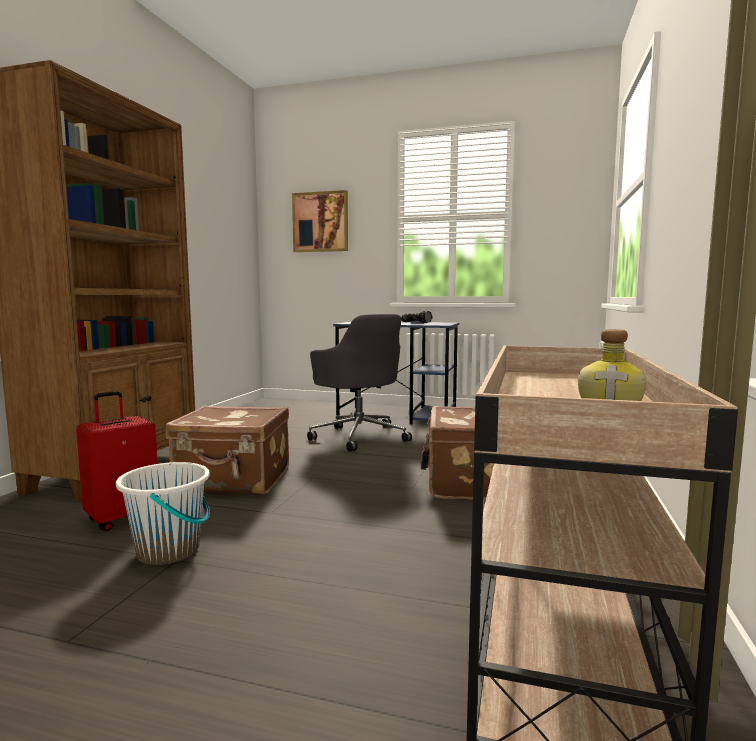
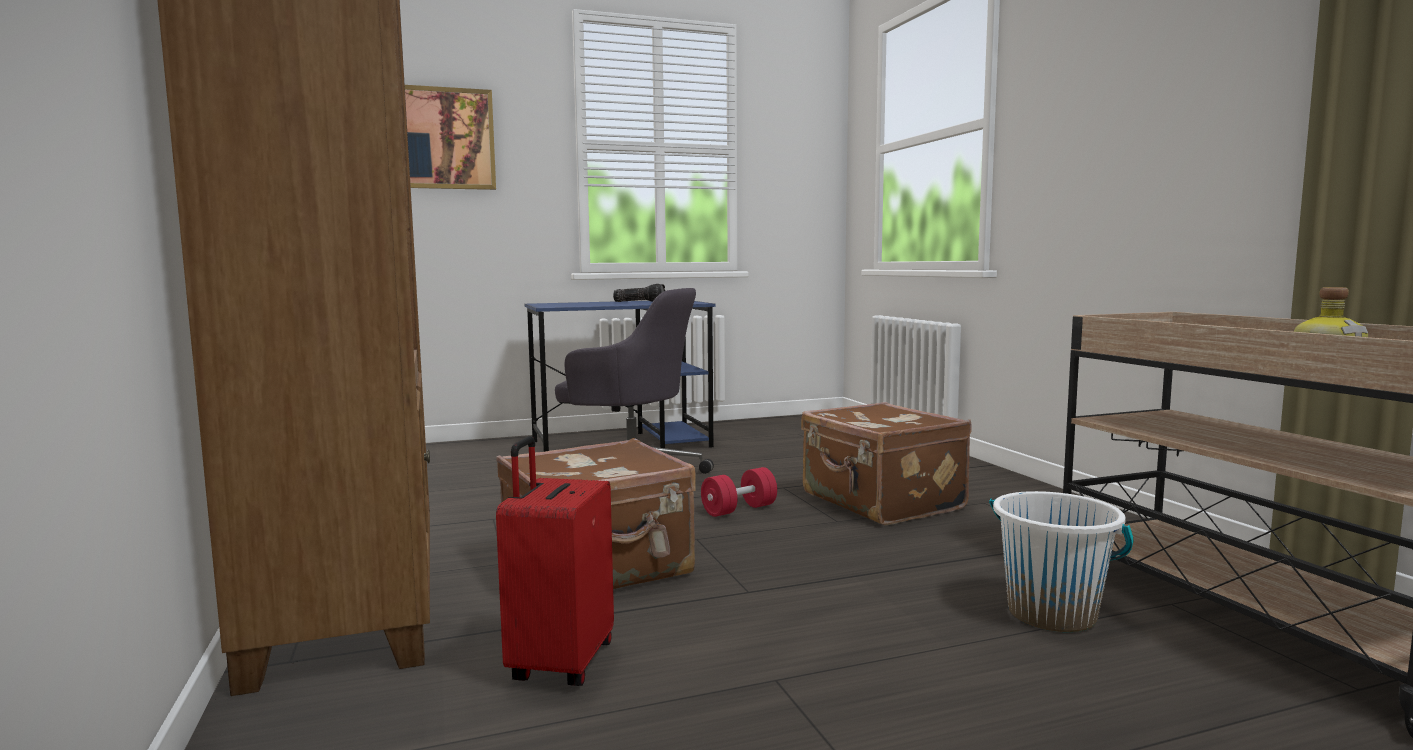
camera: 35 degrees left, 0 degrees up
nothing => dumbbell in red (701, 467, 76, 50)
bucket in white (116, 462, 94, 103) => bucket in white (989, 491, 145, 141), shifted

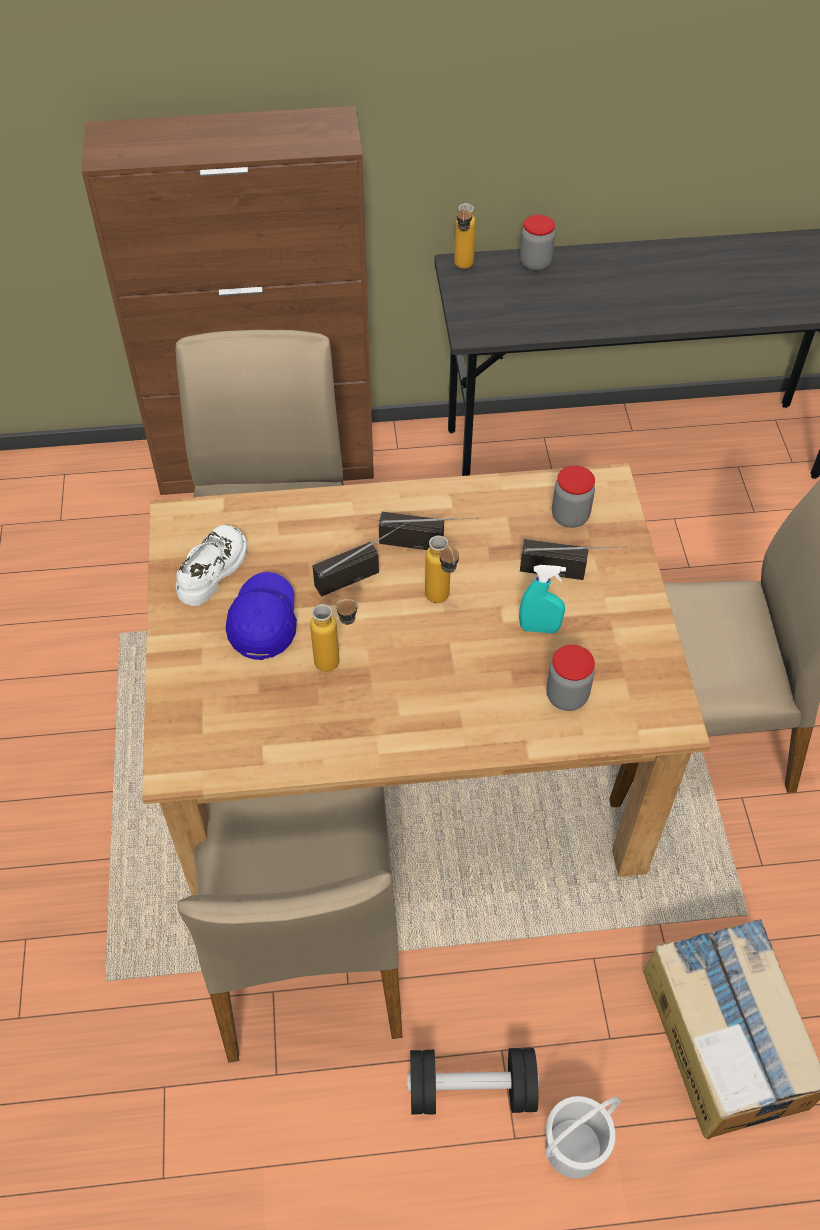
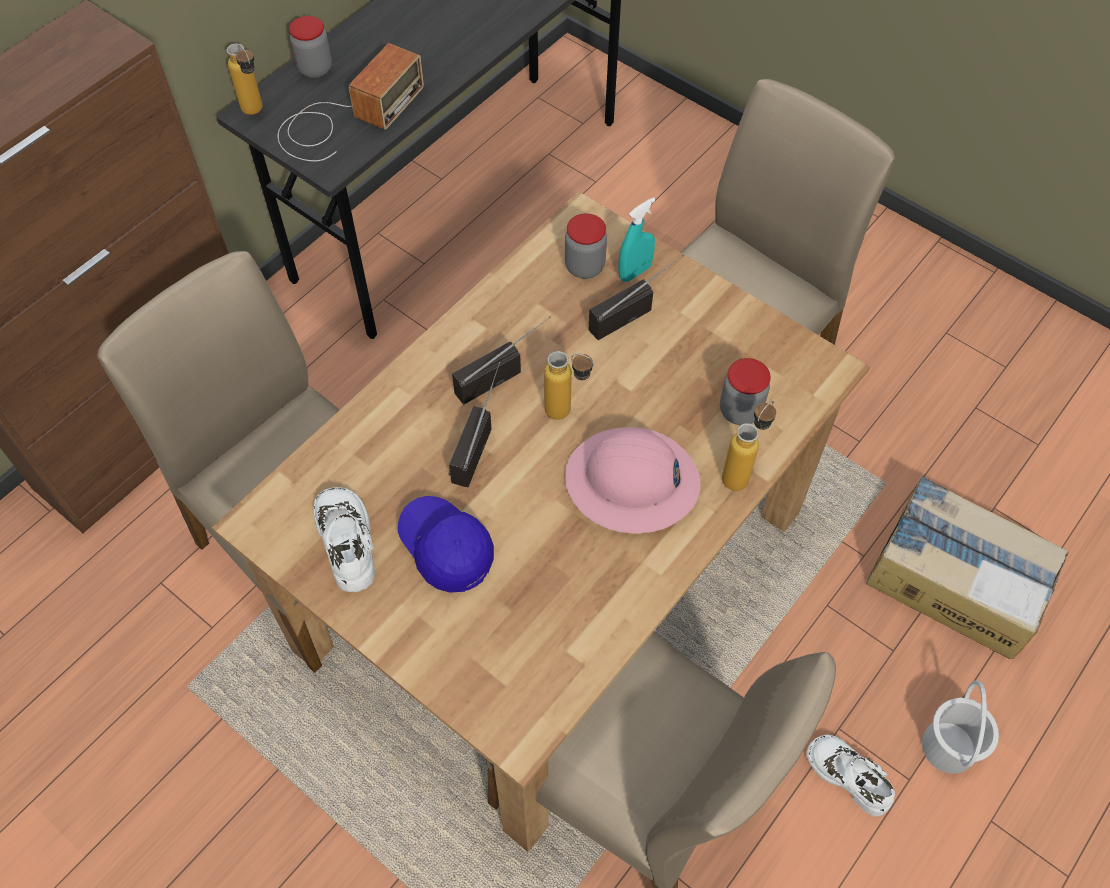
camera: 45 degrees left, 5 degrees up
nothing => radio (278, 43, 146, 118)
nothing => hard hat in pink (565, 427, 136, 107)
spray bottle in turquoise (519, 565, 47, 68) => spray bottle in turquoise (619, 197, 36, 85), shifted
bottle (310, 599, 48, 73) => bottle (722, 401, 54, 90), shifted
dumbbell in black (407, 1048, 132, 66) => shoe in white (807, 735, 88, 82)

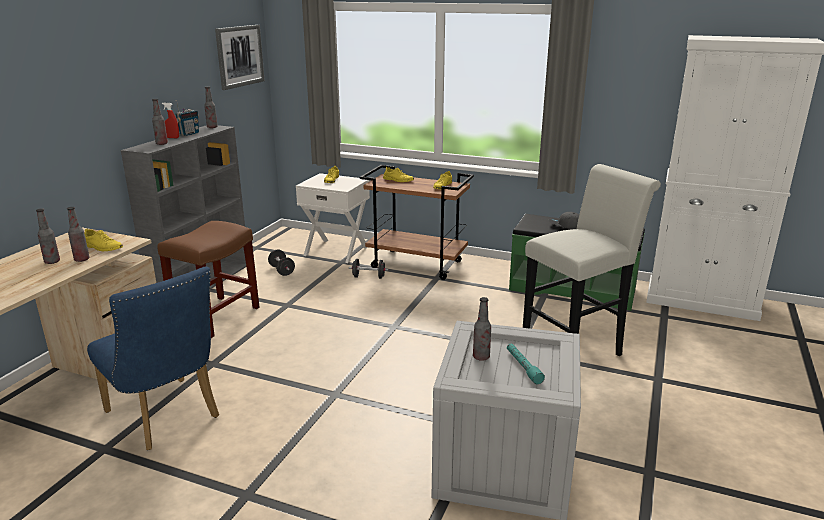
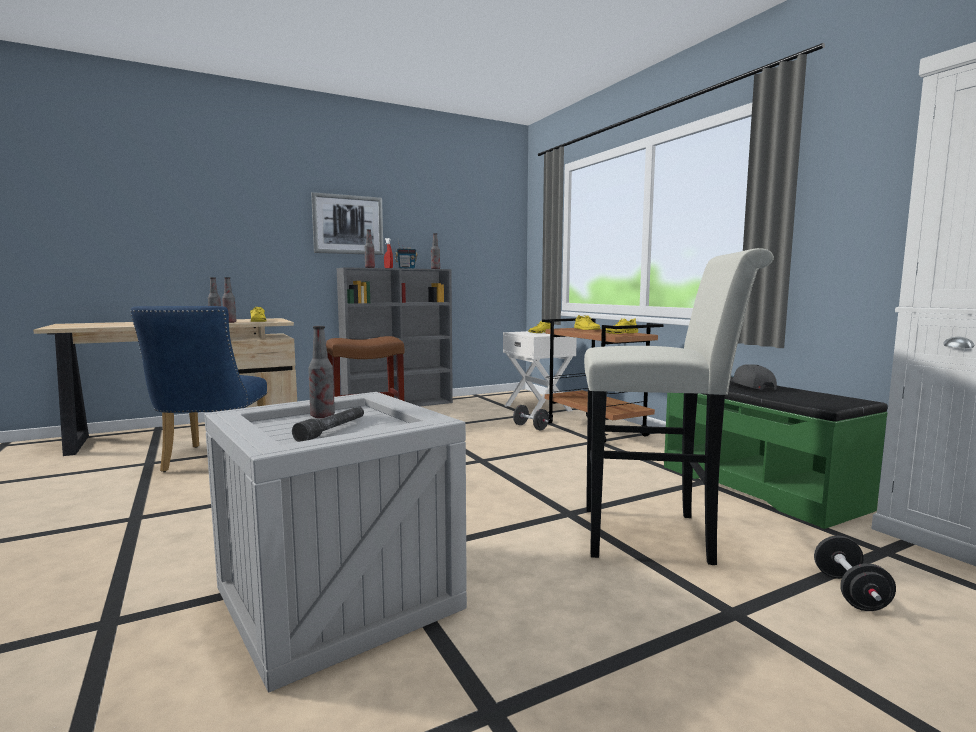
camera: 40 degrees right, 15 degrees down
flashlight in turquoise (507, 344, 38, 40) => flashlight in grey (292, 406, 72, 36)
picture (215, 25, 50, 65) => picture (311, 192, 73, 63), shifted
dumbbell in black (268, 250, 27, 26) => dumbbell in black (814, 536, 82, 75), shifted

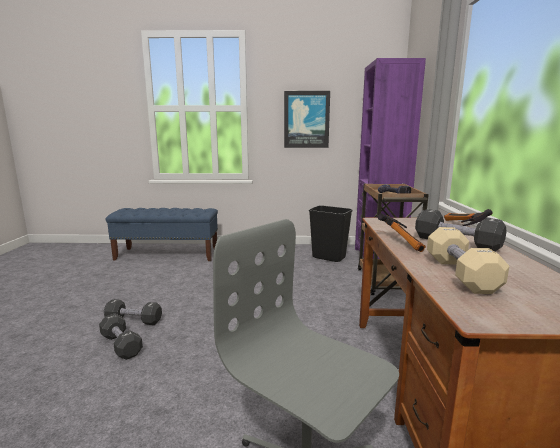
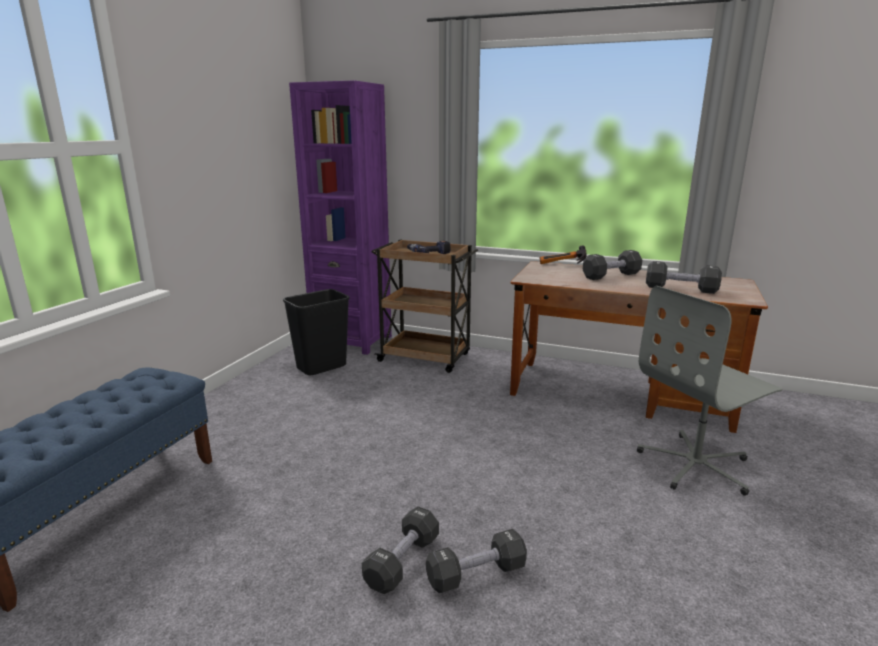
camera: 70 degrees left, 5 degrees up
dumbbell in beige (427, 227, 82, 67) => dumbbell in black (646, 261, 76, 33)
picture (284, 91, 46, 57) => nothing
hammer (378, 213, 48, 39) => nothing

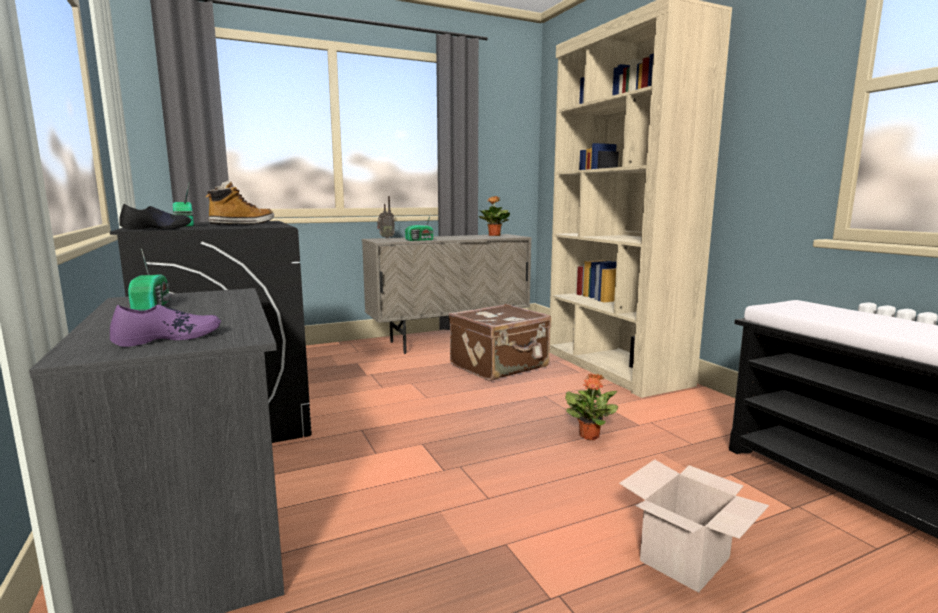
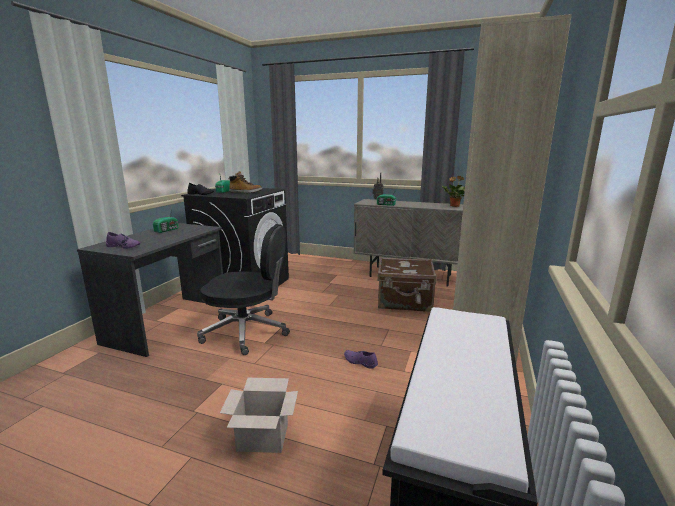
camera: 45 degrees right, 5 degrees up
nothing => office chair in black (197, 224, 93, 131)
potted plant (565, 373, 53, 67) => shoe in purple (344, 350, 34, 19)

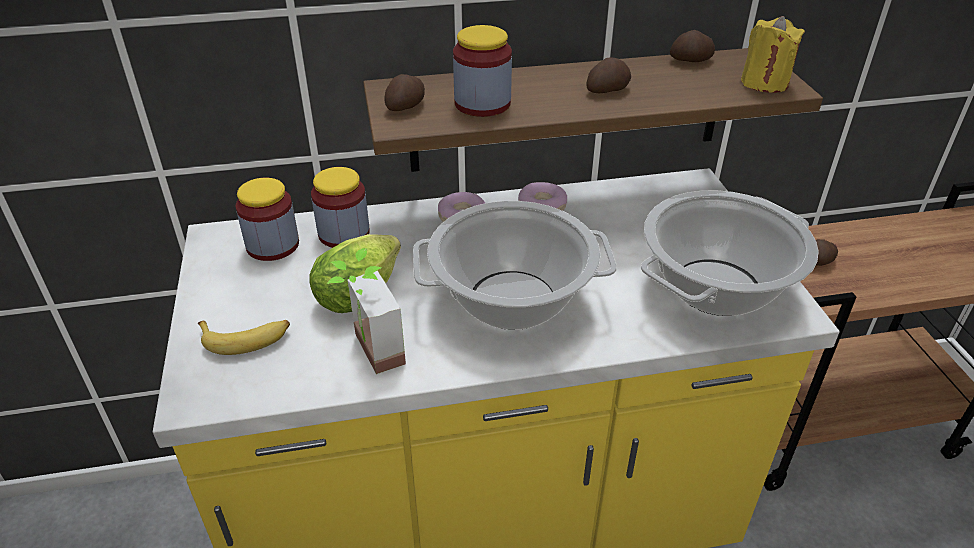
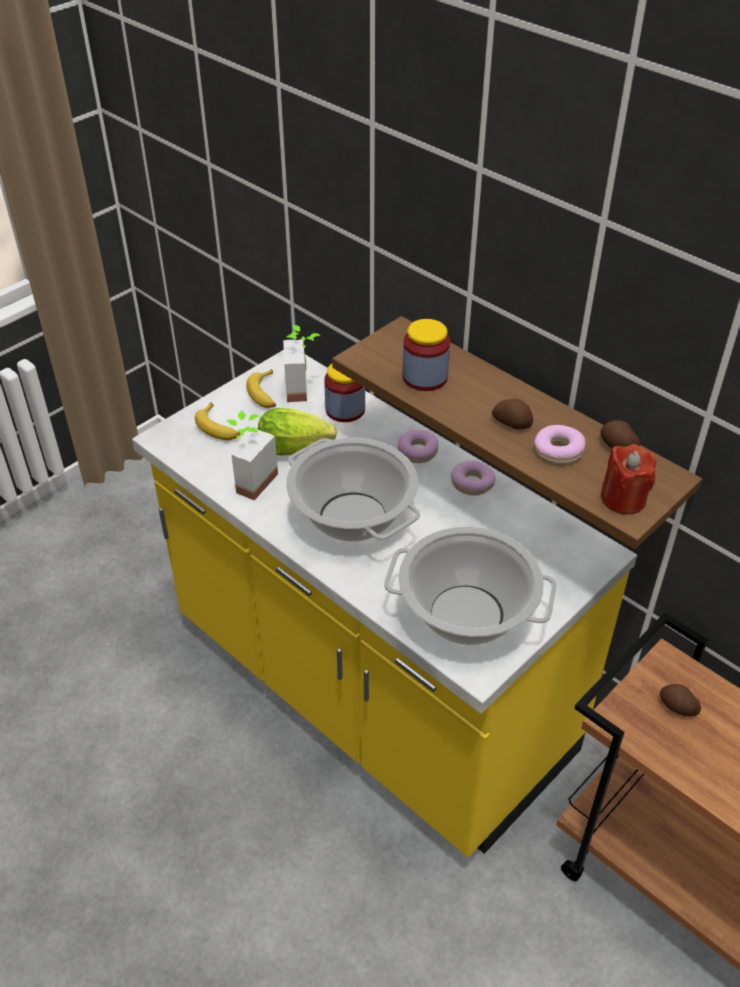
camera: 55 degrees right, 5 degrees up
nothing => banana (246, 369, 30, 39)
jar (236, 178, 63, 83) => potted plant (283, 325, 37, 77)
nothing => donut (534, 425, 52, 39)
candle in yellow (741, 16, 64, 77) => candle in red (601, 444, 55, 71)
potato (384, 74, 41, 37) => nothing

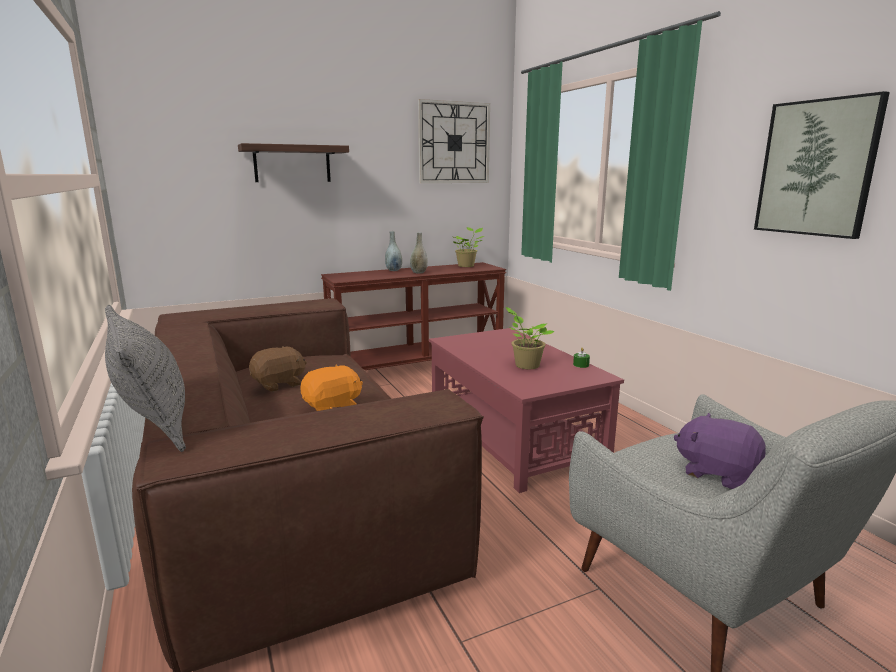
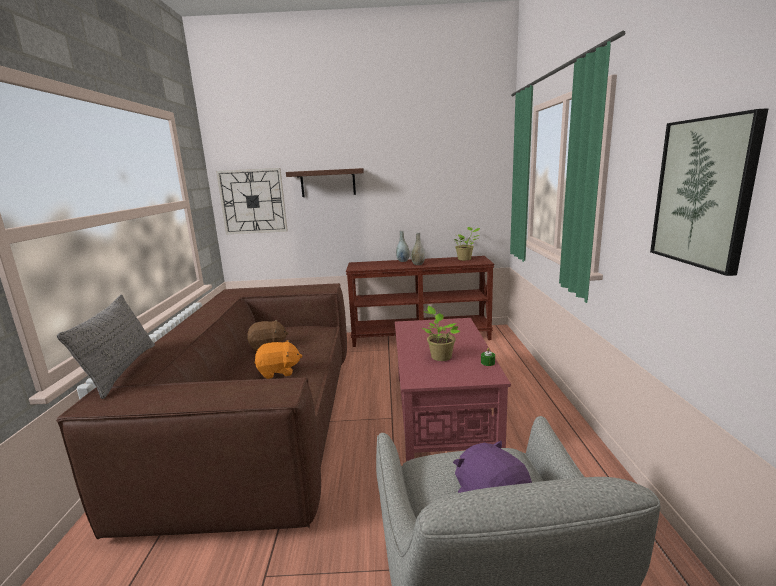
camera: 25 degrees right, 0 degrees up
wall clock (418, 99, 72, 84) => wall clock (216, 168, 72, 67), shifted

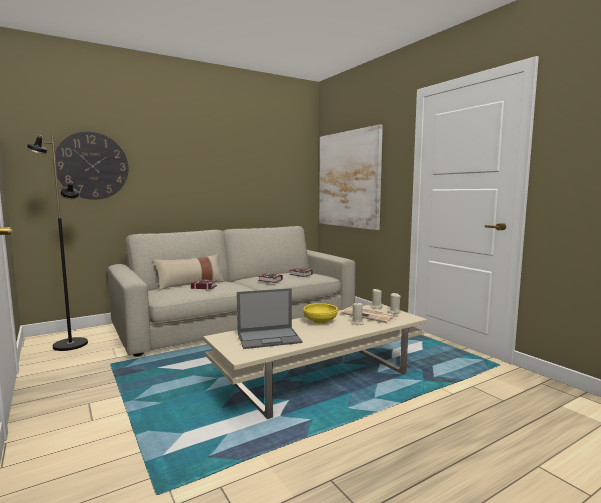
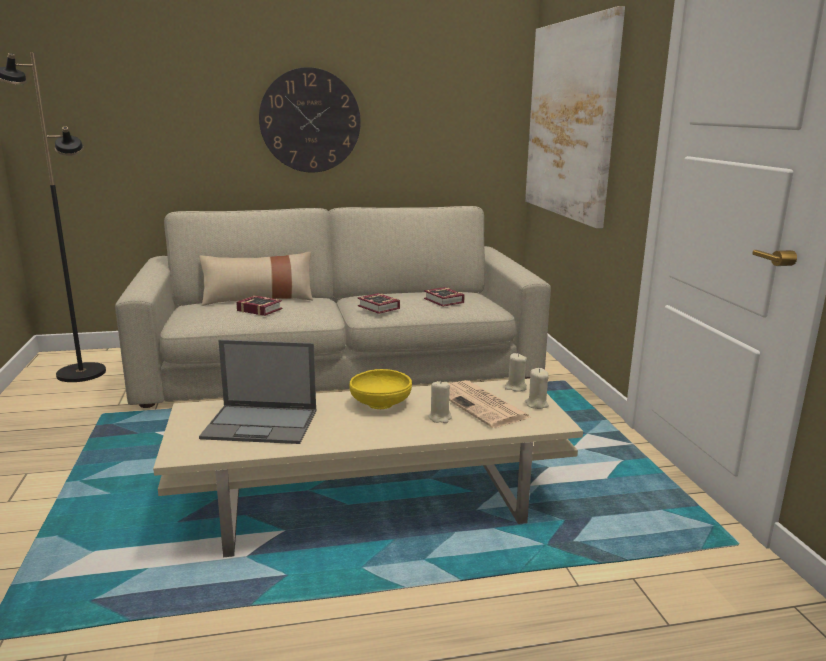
camera: 20 degrees right, 10 degrees up
wall clock (53, 131, 75, 69) => wall clock (259, 67, 102, 106), shifted

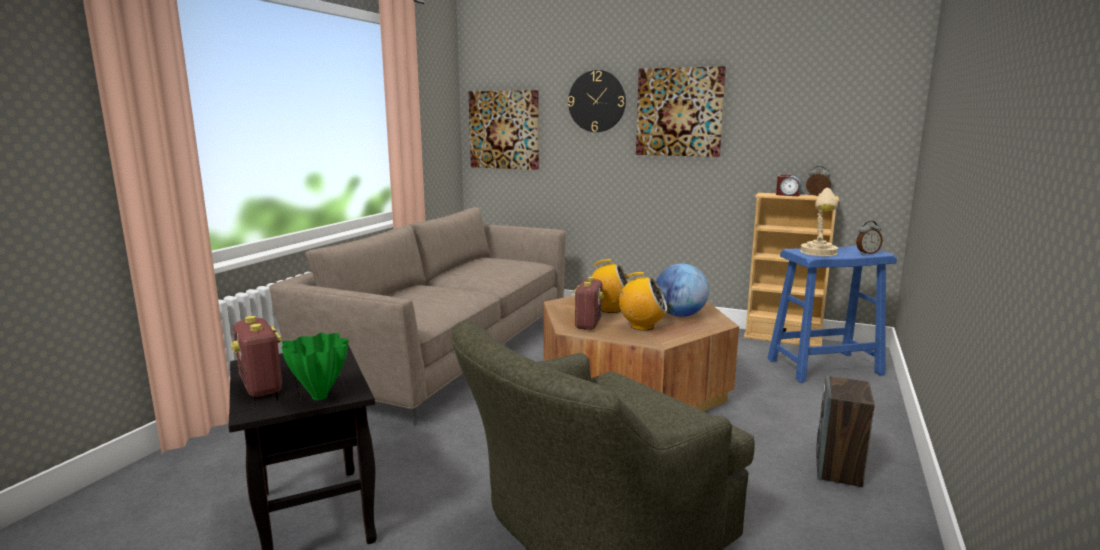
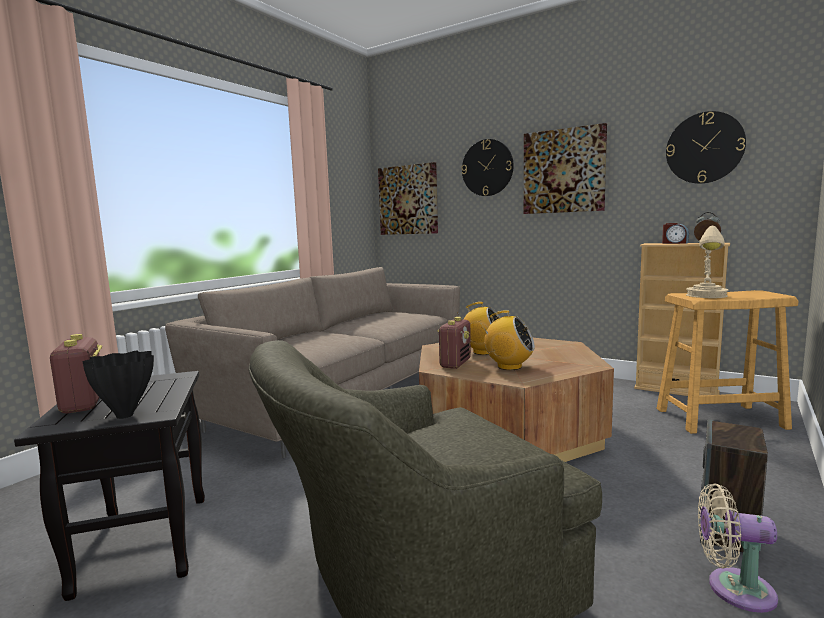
camera: 10 degrees right, 5 degrees down
vase in green (281, 333, 68, 67) => vase in black (83, 351, 71, 68)
stool in blue (767, 246, 130, 137) => stool in beige (657, 290, 142, 144)
nothing => wall clock (666, 111, 80, 73)
nothing => fan in beige (698, 483, 80, 130)
globe (656, 263, 53, 54) => nothing
alarm clock (856, 221, 27, 33) => nothing

